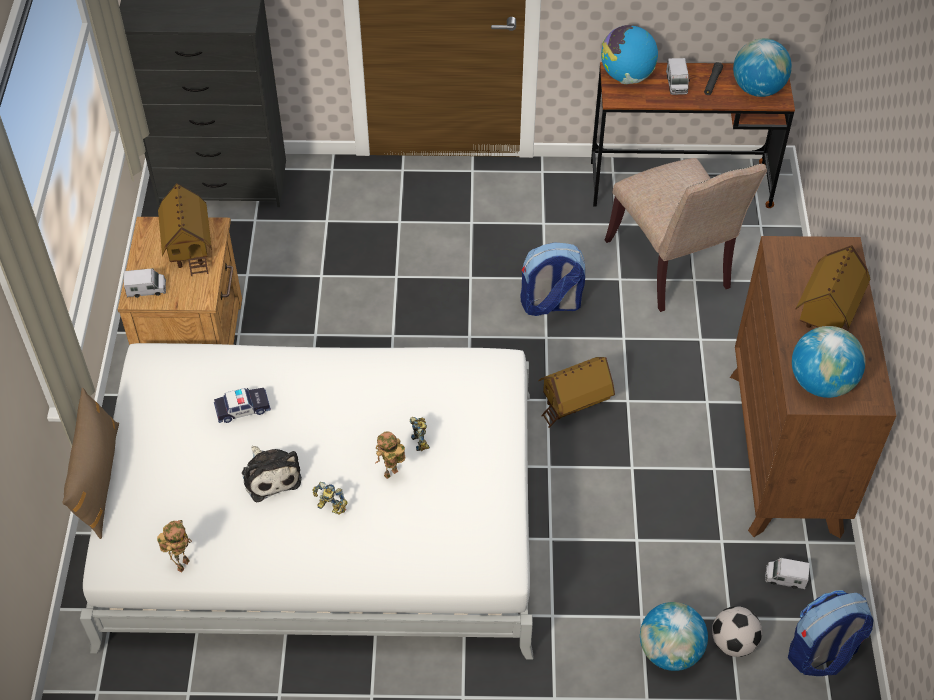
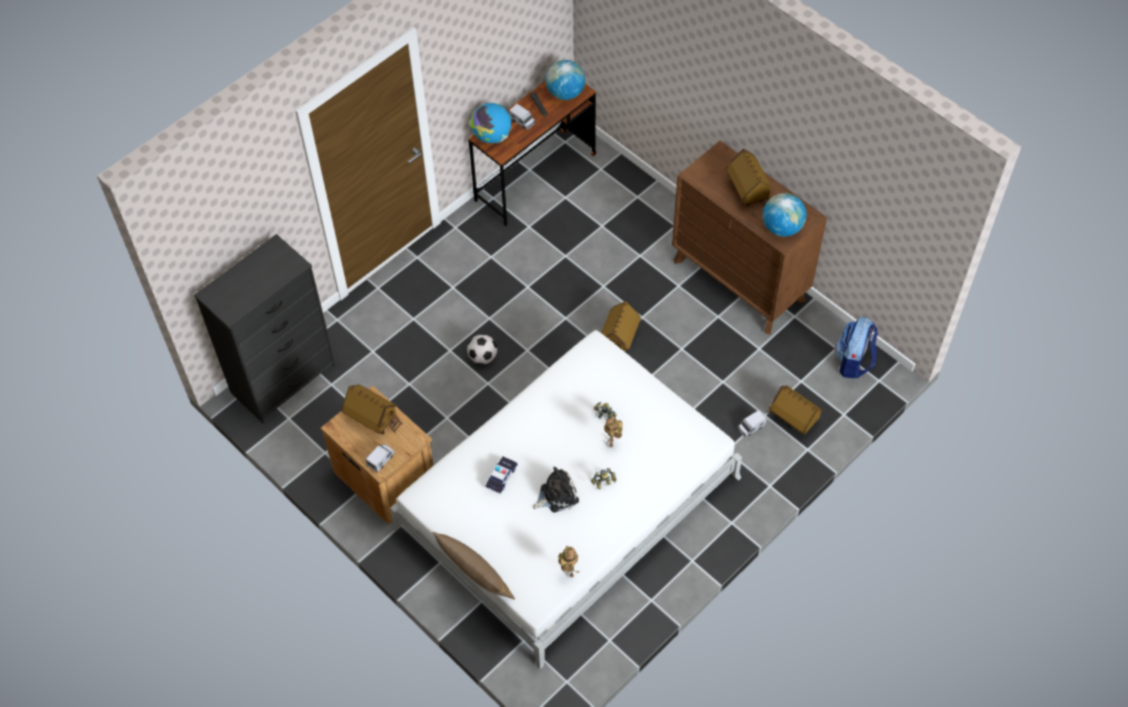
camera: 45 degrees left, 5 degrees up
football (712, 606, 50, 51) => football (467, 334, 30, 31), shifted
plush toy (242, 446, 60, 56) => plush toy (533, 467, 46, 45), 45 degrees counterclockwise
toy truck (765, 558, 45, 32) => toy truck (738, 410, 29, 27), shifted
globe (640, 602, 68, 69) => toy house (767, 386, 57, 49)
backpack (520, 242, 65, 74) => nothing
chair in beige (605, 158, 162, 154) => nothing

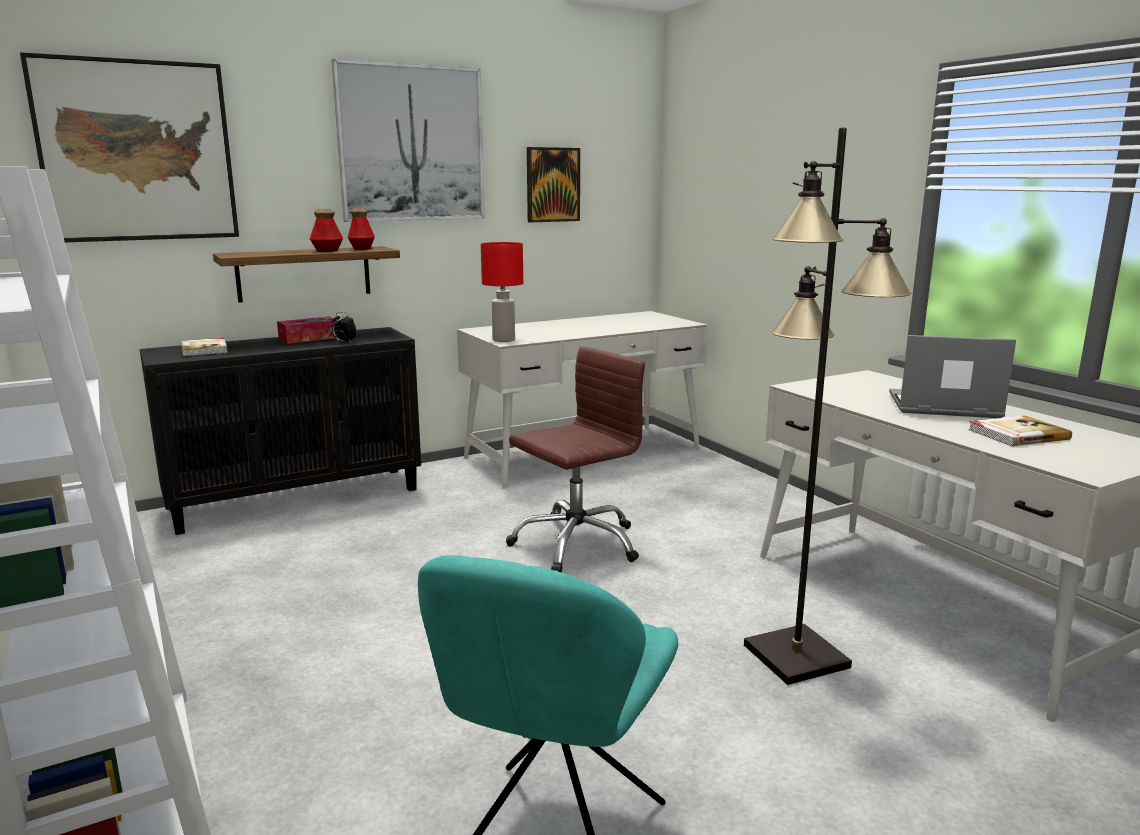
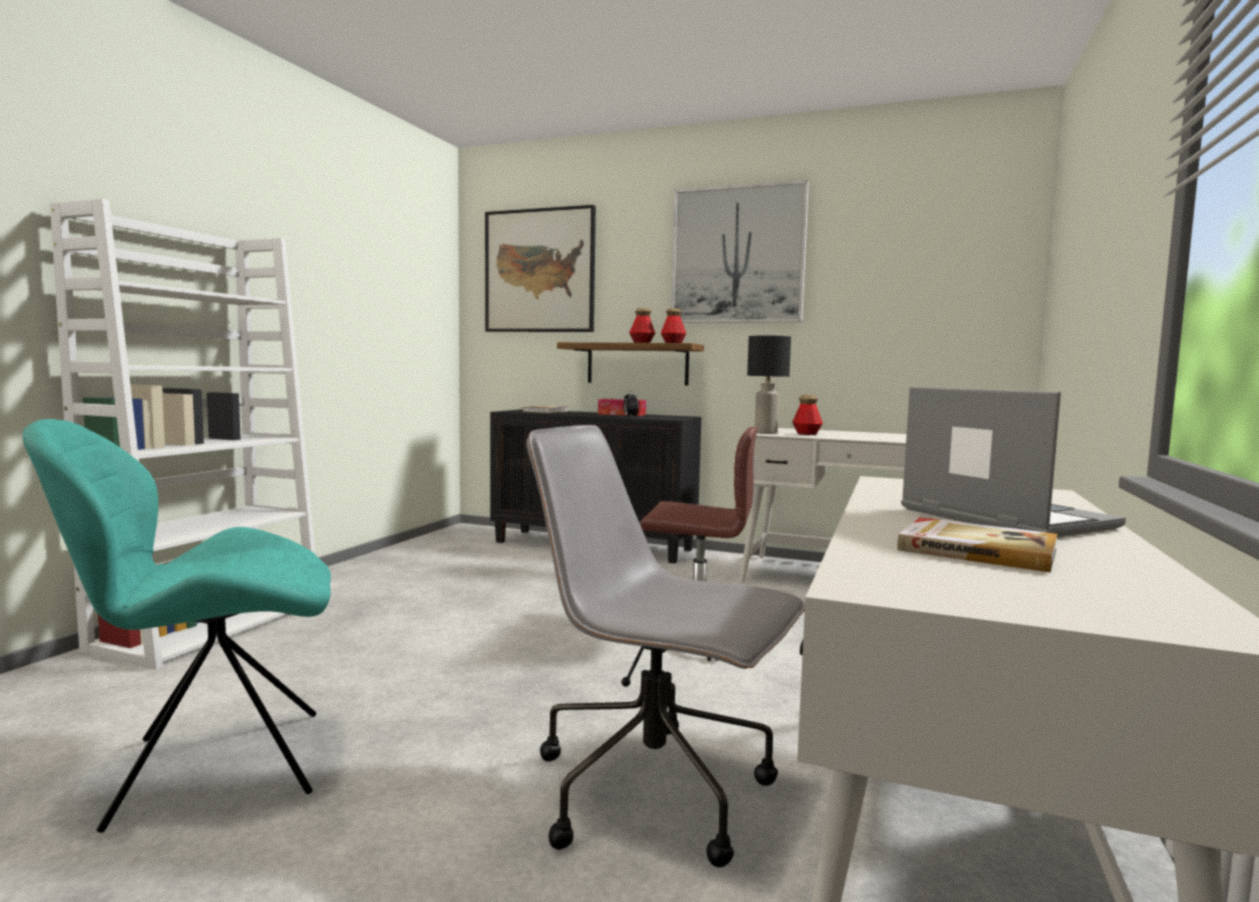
camera: 50 degrees right, 10 degrees down
floor lamp in black (744, 128, 168, 557) => office chair in grey (527, 425, 278, 442)
table lamp in red (481, 242, 42, 100) => table lamp in black (747, 335, 44, 99)
nothing => bottle (792, 395, 31, 40)
picture (527, 147, 53, 75) => nothing

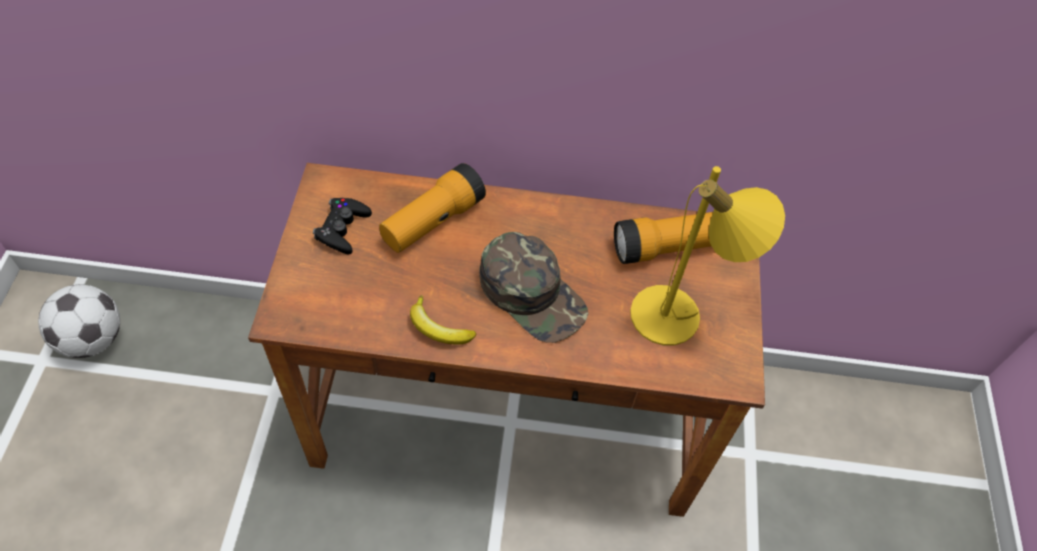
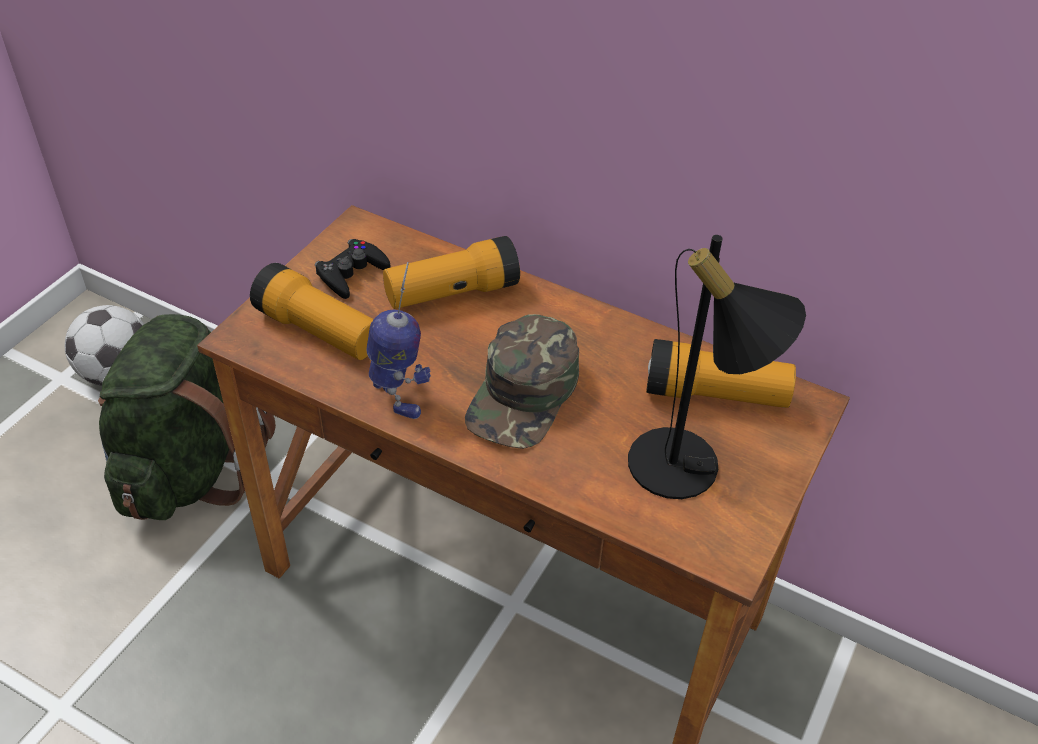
camera: 25 degrees right, 10 degrees down
nothing => backpack in green (98, 314, 178, 206)
nothing => flashlight (250, 263, 124, 97)
banana (410, 295, 66, 50) => toy robot (366, 262, 65, 157)
cap in green (479, 232, 109, 111) => cap in green (465, 314, 114, 135), 45 degrees clockwise
table lamp in yellow (630, 166, 155, 179) => table lamp in black (628, 235, 178, 264)

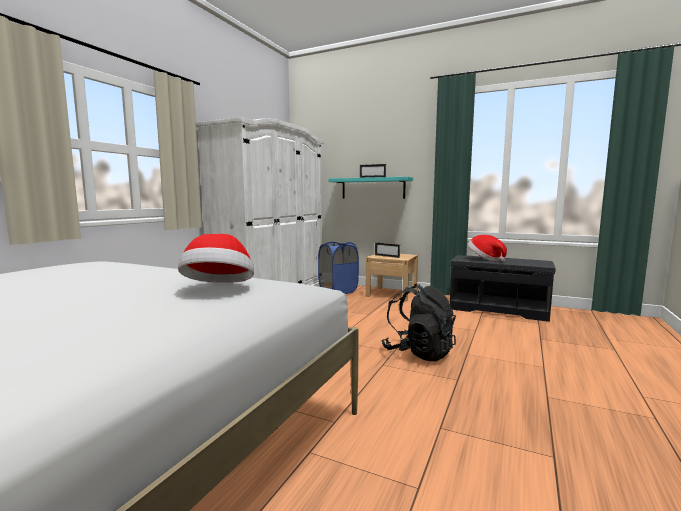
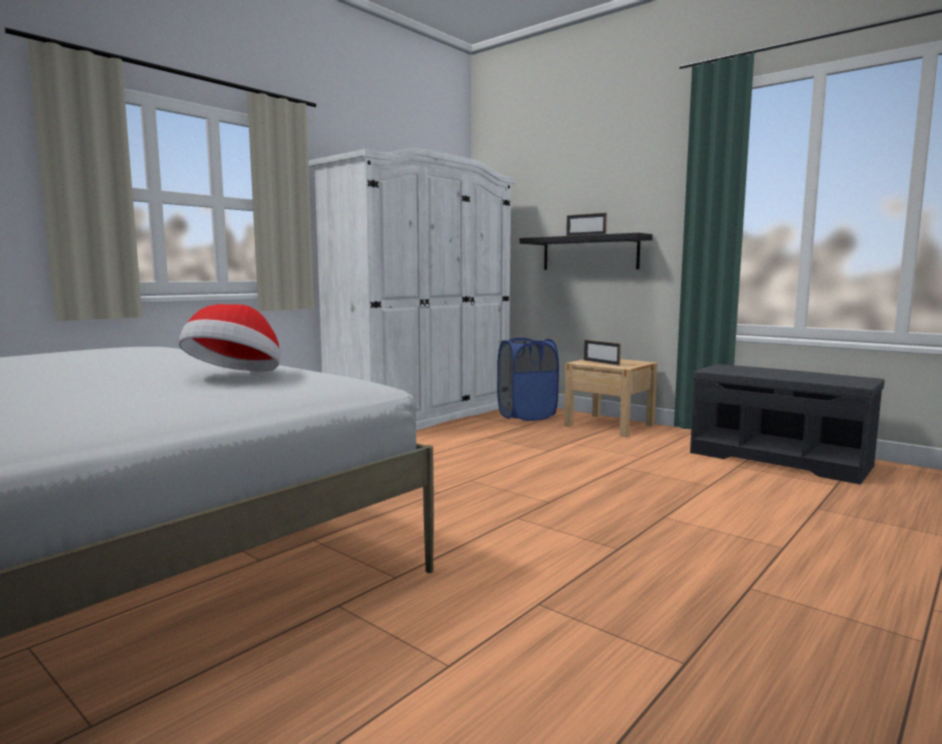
camera: 15 degrees right, 0 degrees up
shelf in turquoise (328, 177, 85, 22) => shelf in black (519, 233, 134, 37)
backpack in black (381, 284, 75, 77) => nothing
hat (468, 235, 39, 26) => nothing

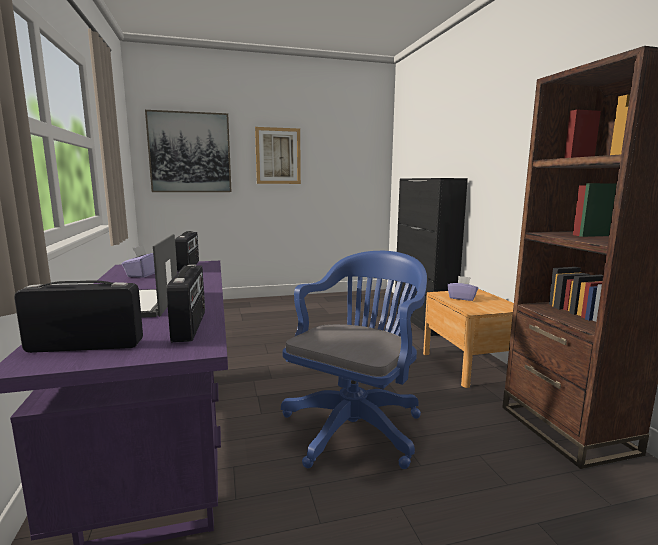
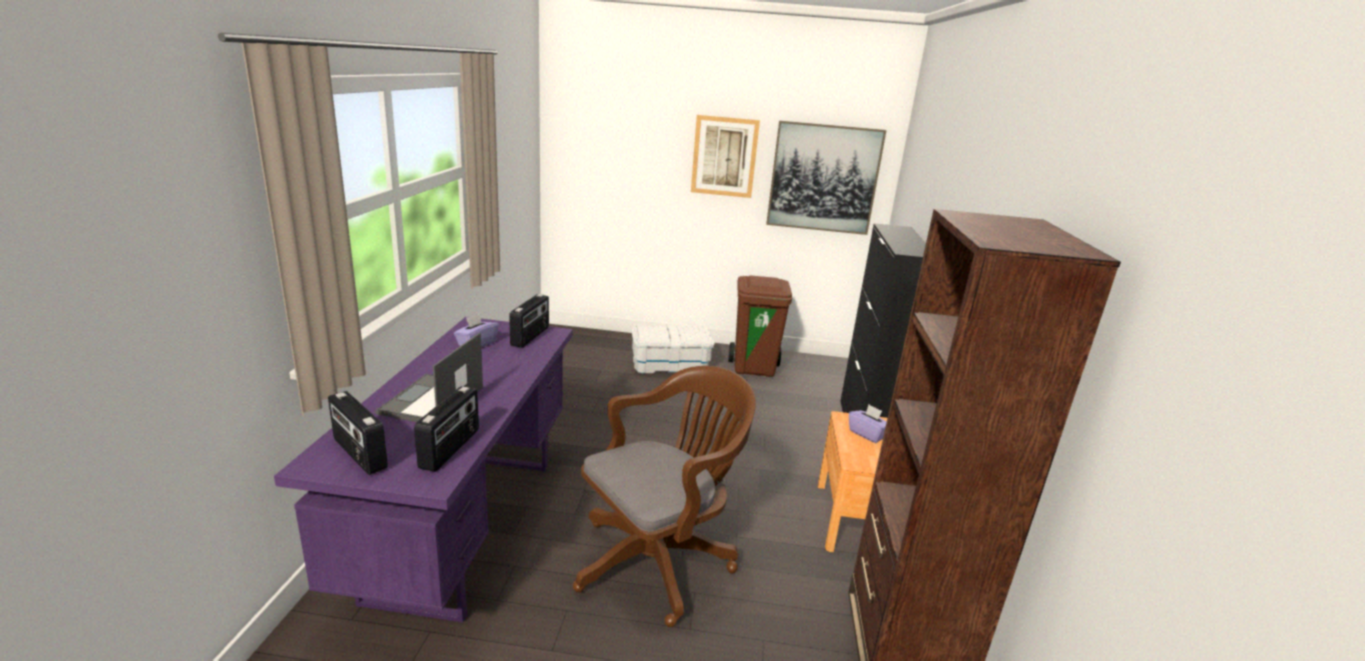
camera: 20 degrees right, 10 degrees up
radio (14, 280, 129, 73) => radio (328, 391, 60, 84), 150 degrees counterclockwise
office chair in blue (281, 251, 146, 218) => office chair in brown (573, 366, 183, 261)
nothing => storage box in white (631, 325, 84, 49)
nothing => trash can in brown (729, 275, 63, 102)
picture (145, 110, 87, 82) => picture (766, 121, 121, 114), shifted

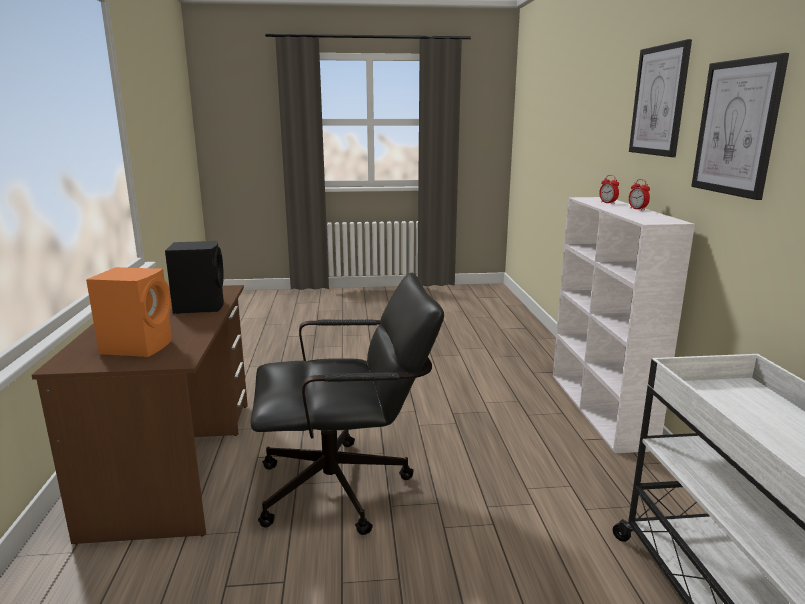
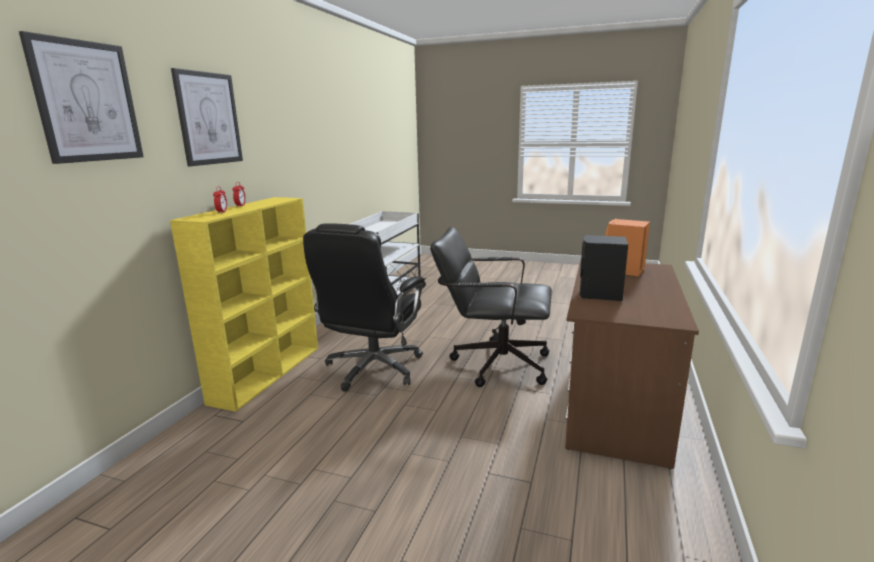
camera: 155 degrees left, 0 degrees up
picture (691, 53, 98, 147) => picture (19, 31, 125, 133), shifted
bookcase in white (553, 197, 142, 256) => bookcase in yellow (170, 197, 148, 215)
nothing => office chair in black (303, 223, 122, 169)

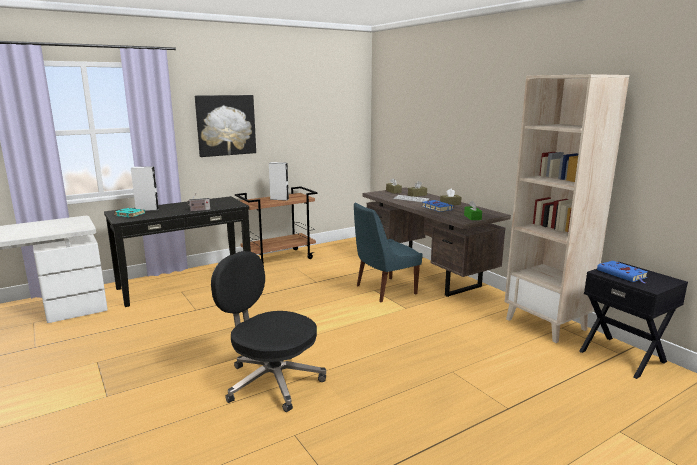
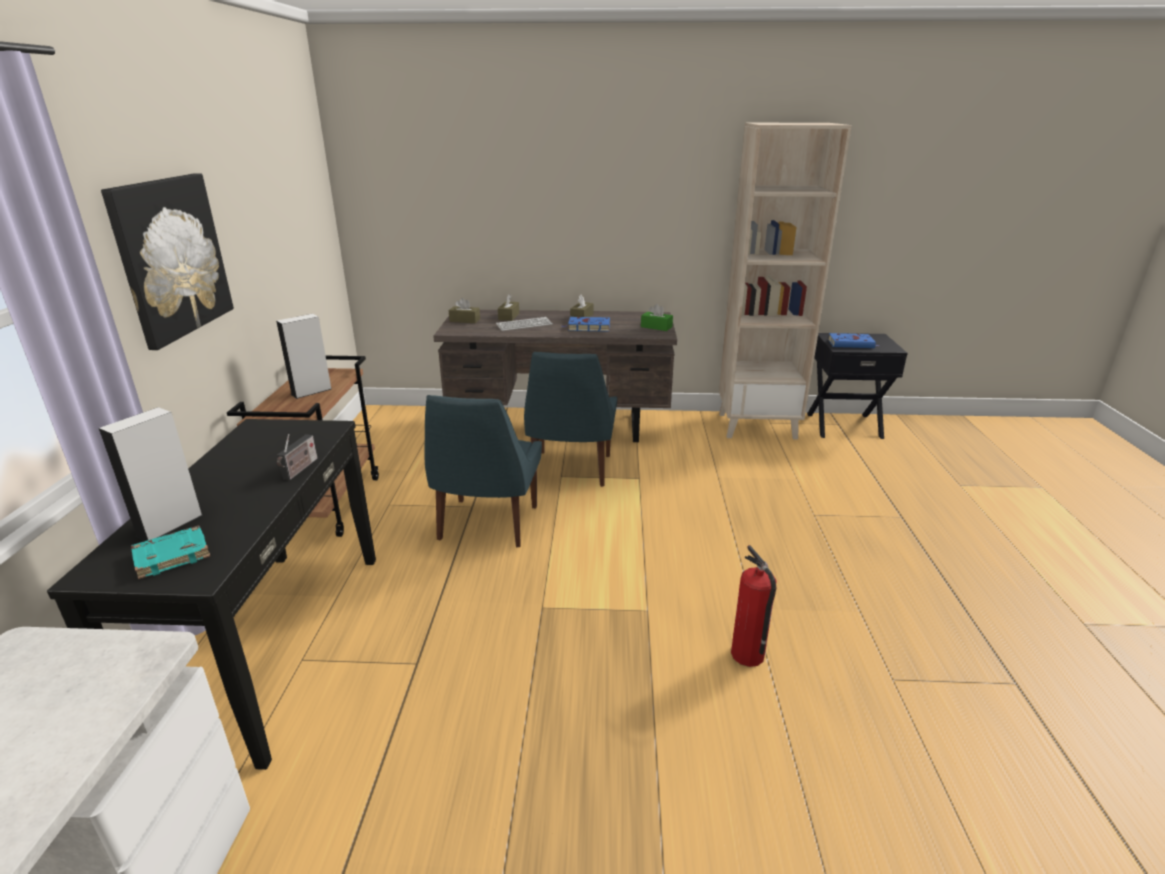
camera: 55 degrees left, 10 degrees up
nothing => chair in blue (424, 395, 118, 152)
office chair in black (211, 251, 115, 161) => fire extinguisher (731, 545, 46, 122)

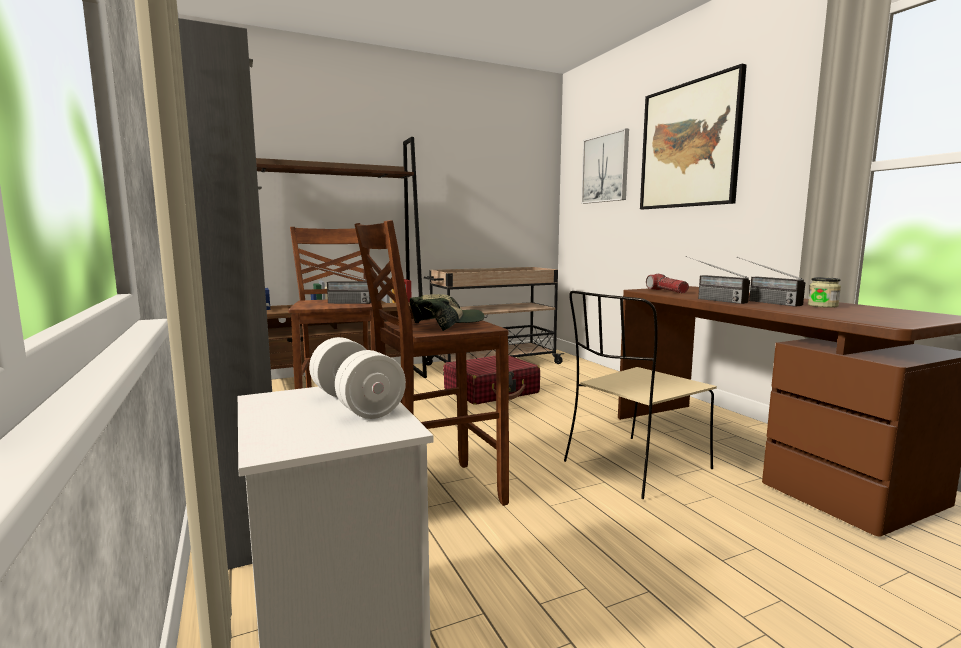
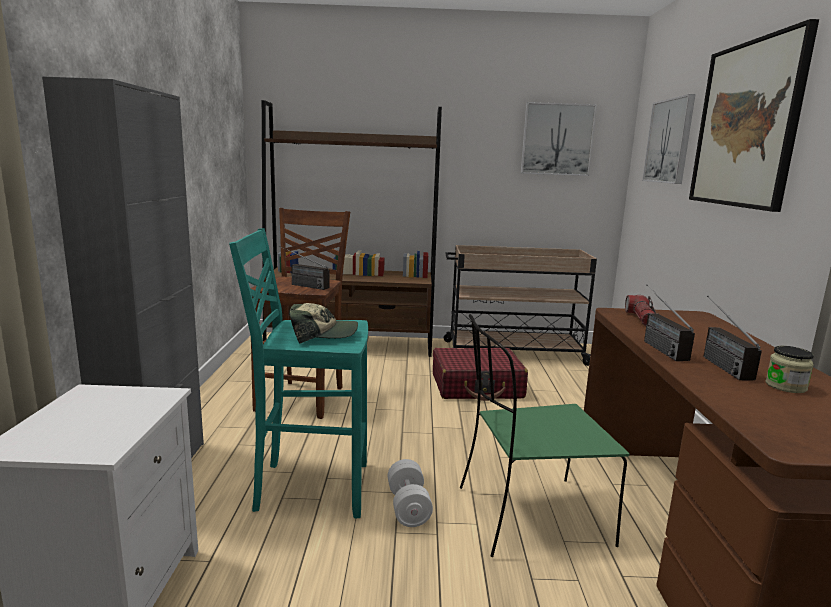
camera: 25 degrees right, 5 degrees up
stool in brown (355, 220, 154, 286) => stool in turquoise (229, 228, 139, 290)
dumbbell in white (309, 337, 97, 82) => dumbbell in white (388, 459, 45, 68), shifted
chair in beige (564, 291, 153, 208) => chair in green (460, 314, 169, 243)
nothing => picture (521, 102, 76, 74)

